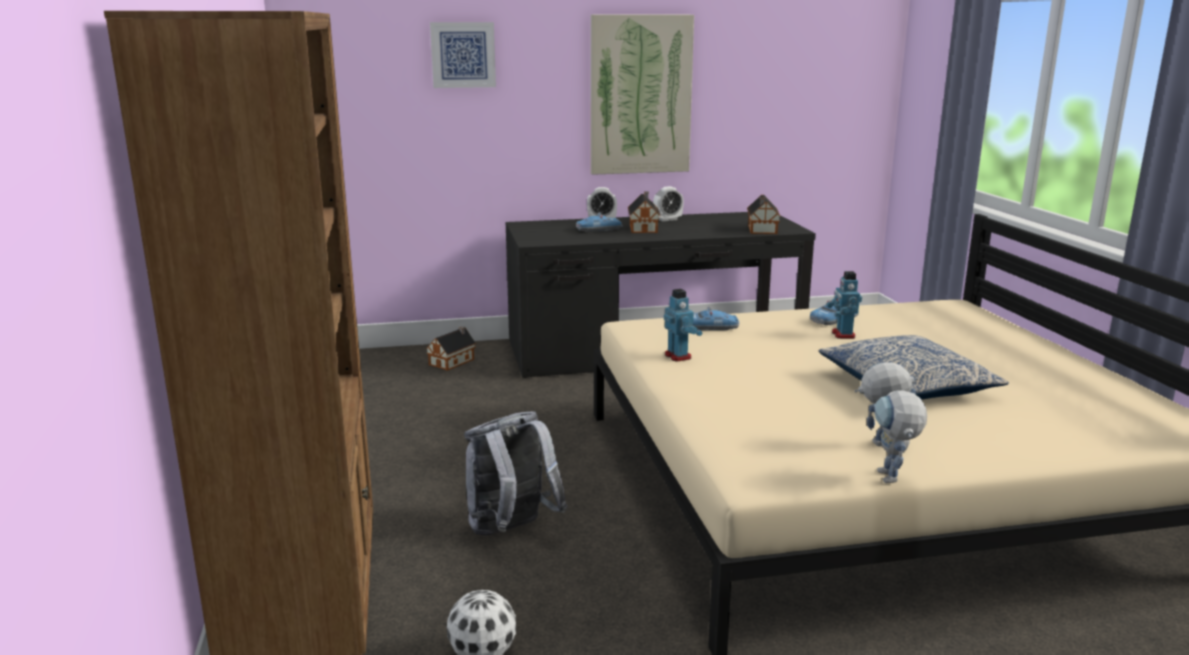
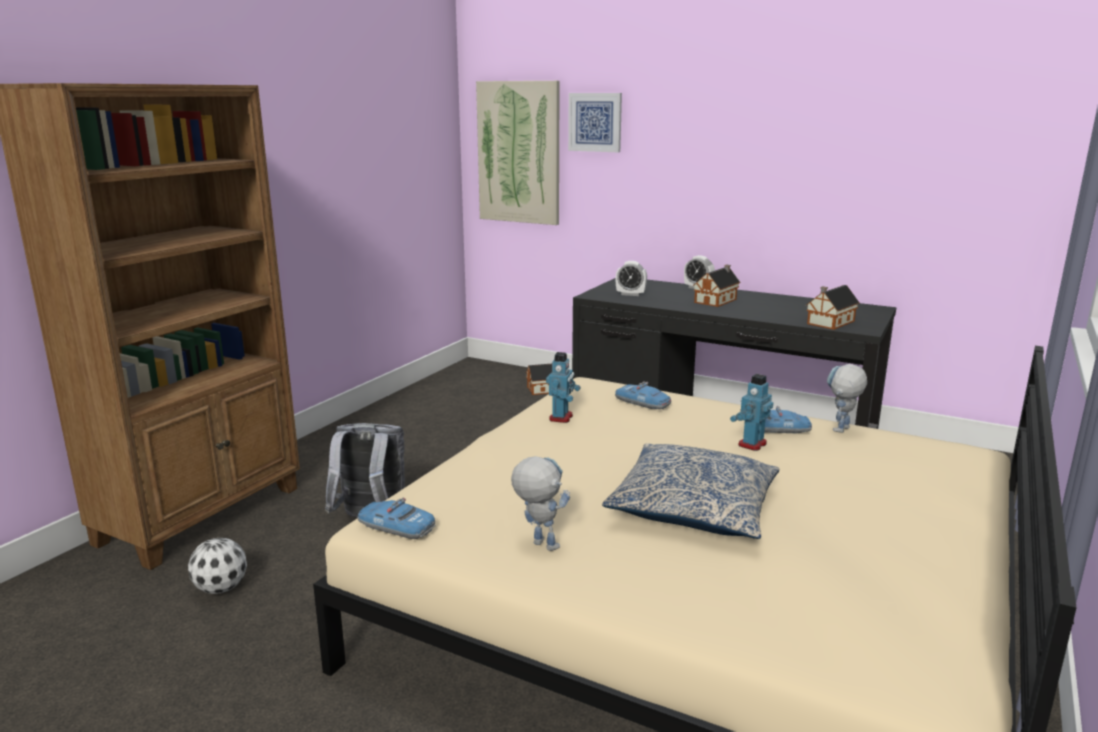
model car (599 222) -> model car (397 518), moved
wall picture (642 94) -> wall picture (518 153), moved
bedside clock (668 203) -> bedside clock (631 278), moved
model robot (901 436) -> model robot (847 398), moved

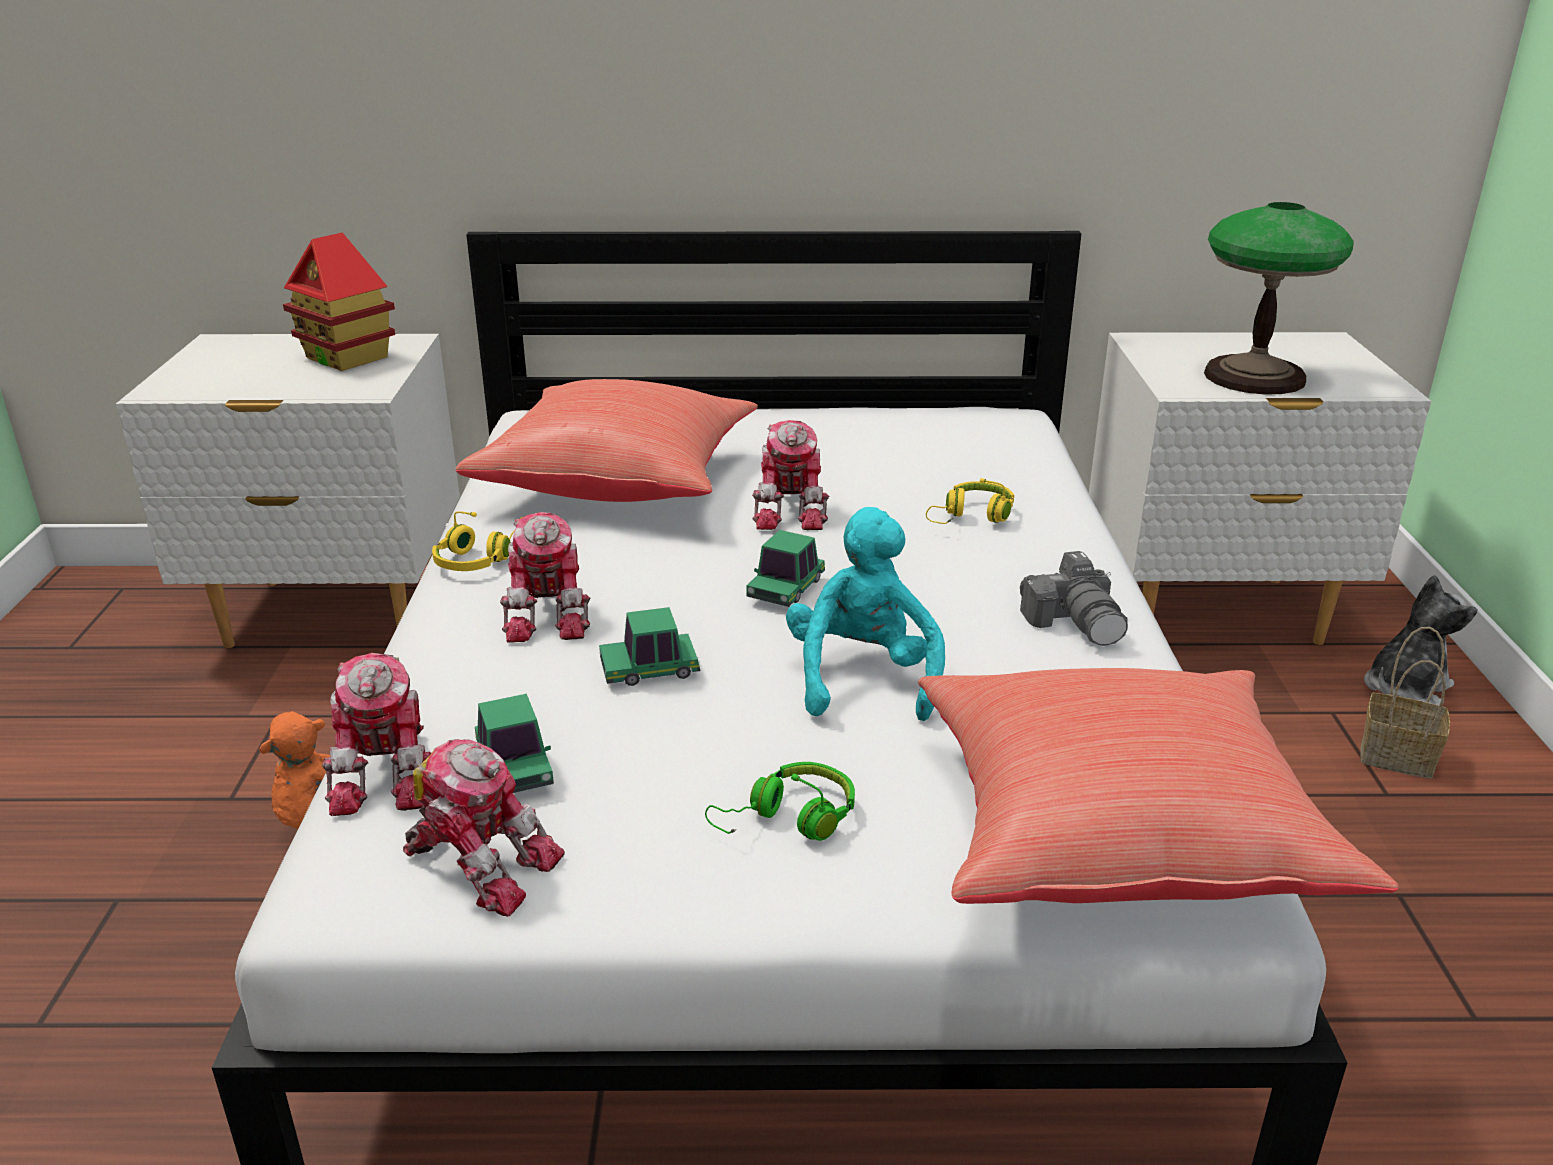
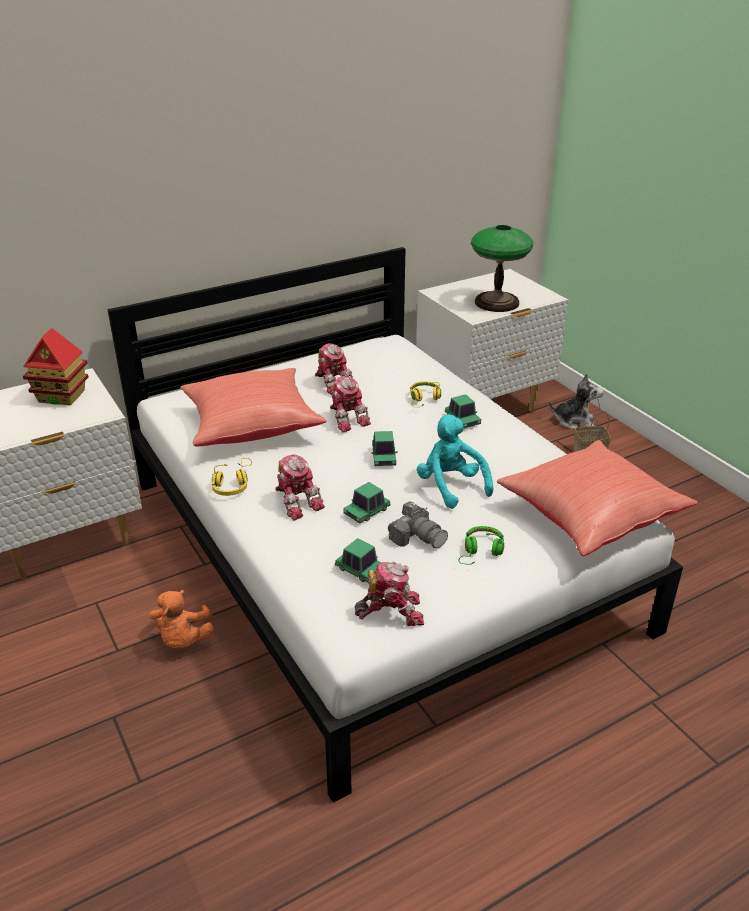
model robot (376 734) -> model robot (334 368), moved
photo camera (1074 598) -> photo camera (418 524), moved
soft toy (1421 640) -> soft toy (576 402), 75 degrees clockwise
none -> model car (463 411)

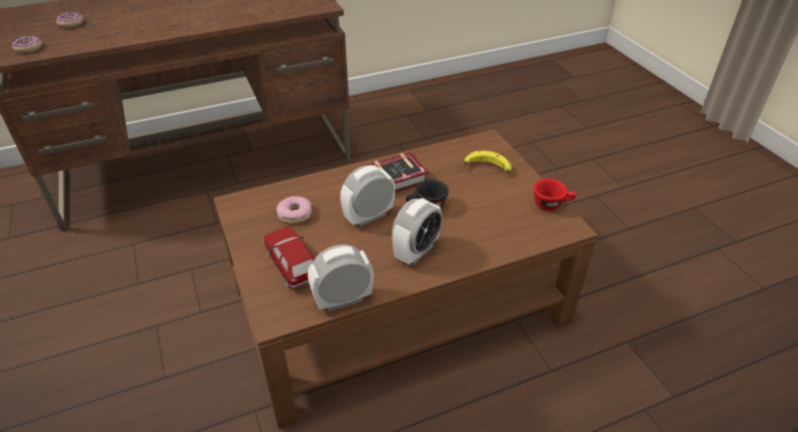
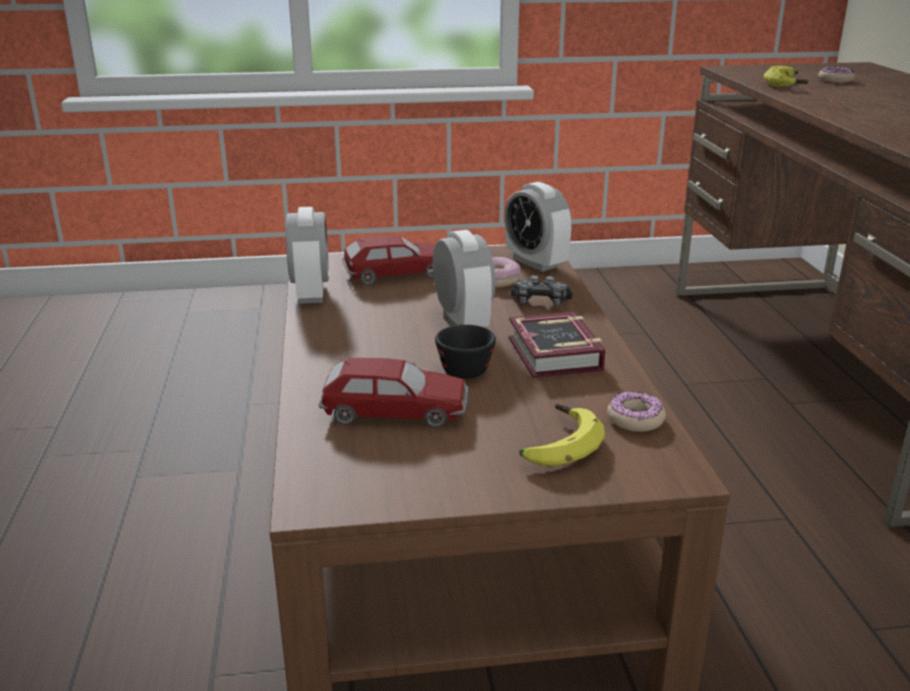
donut (27 44) -> donut (636 411), moved
bedside clock (417 231) -> bedside clock (538 227), moved
small cup in red-coloured (554 195) -> none
none -> model car (393 393)
none -> gamepad (542 290)
none -> banana (786 76)

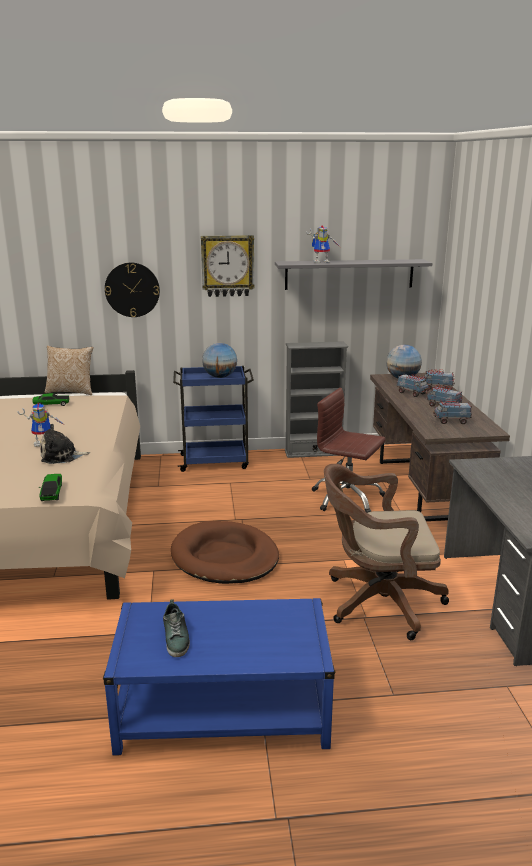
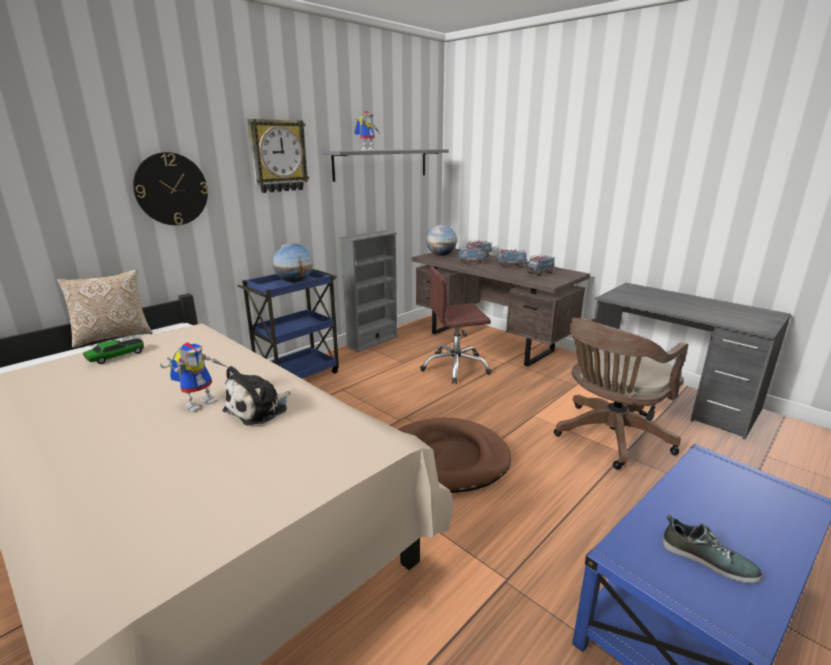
model car (50 487) -> none

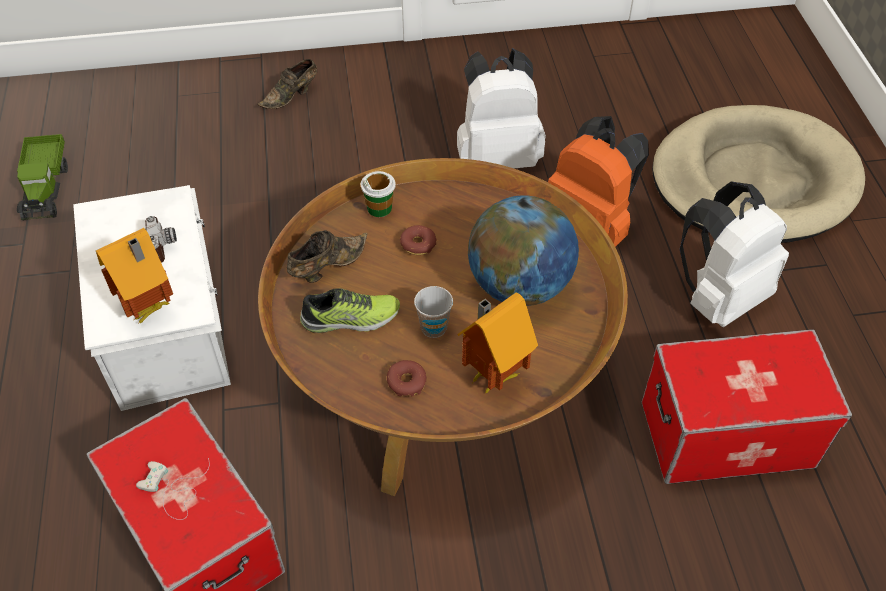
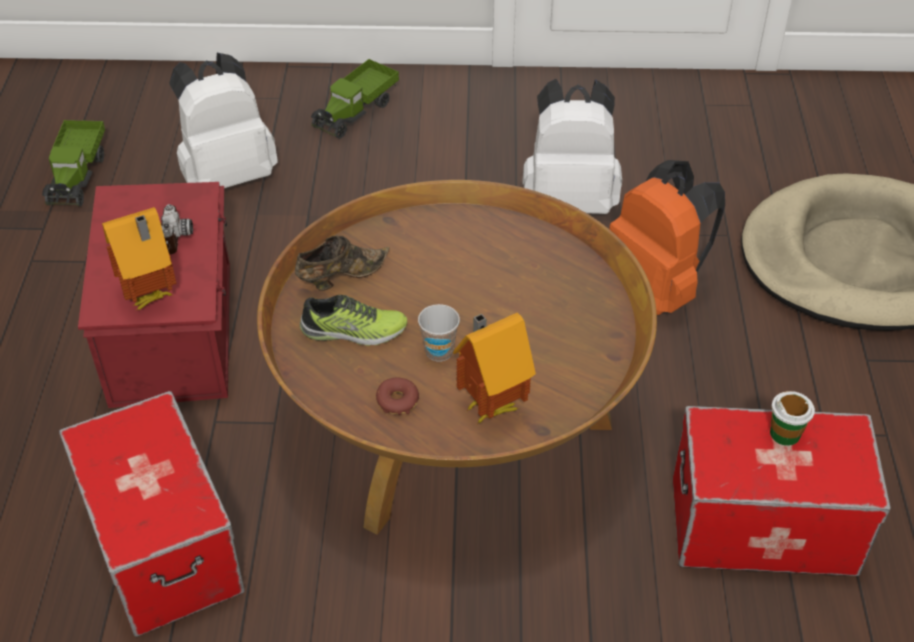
storage container in white-coloured (152 298) -> storage container in red-coloured (154 295)
gamepad in white-coloured (173 489) -> none
shoe in brownish (287 84) -> toy truck (355 99)
small cup (378 194) -> small cup (792 418), moved
donut (418 240) -> none
globe (523 250) -> none
rucksack in white-coloured (734 254) -> rucksack in white-coloured (223 120), moved

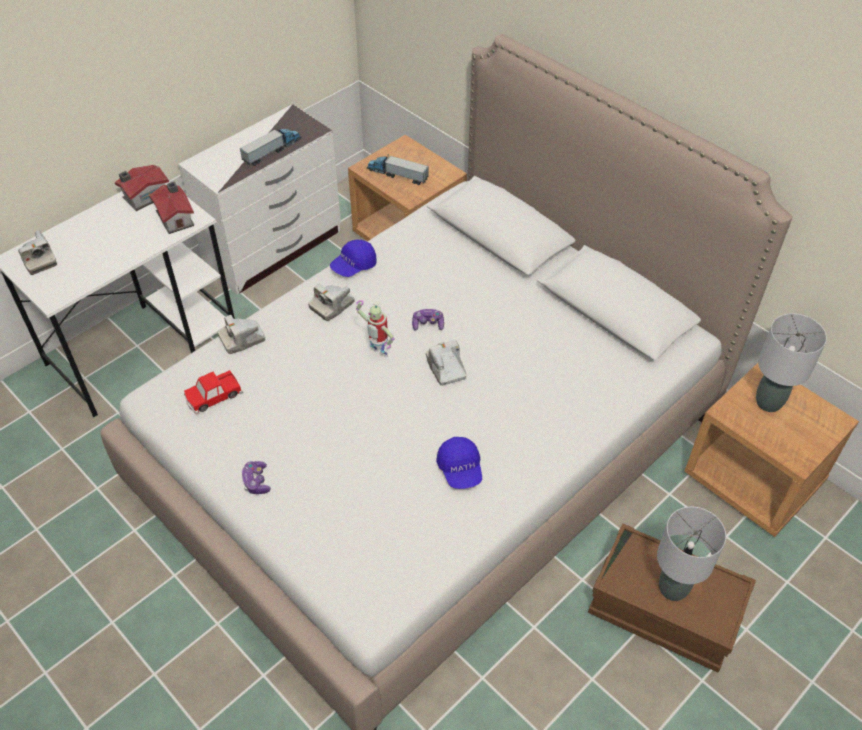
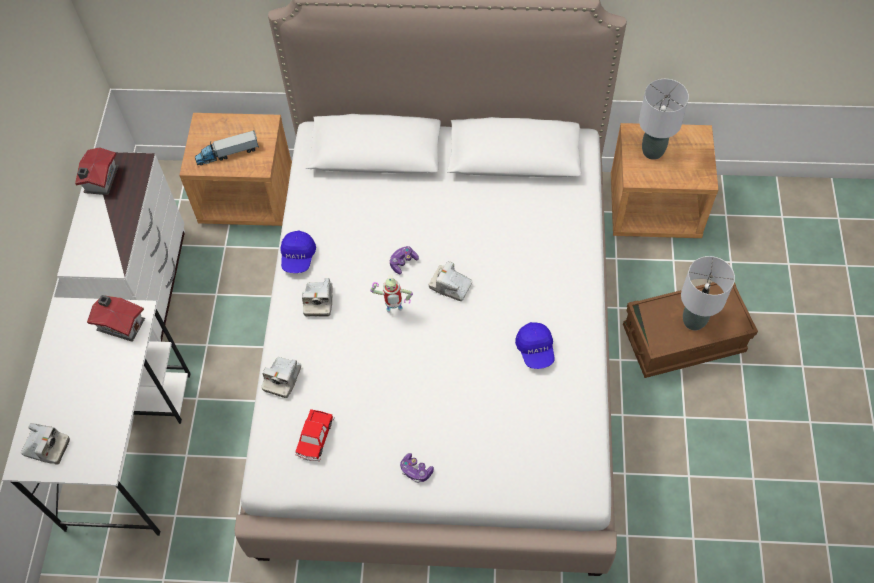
miniature house (142 188) -> miniature house (96 171), moved
toy truck (270 146) -> none
baseball cap in blue-coloured (459 463) -> baseball cap in blue-coloured (534 345), 45 degrees clockwise

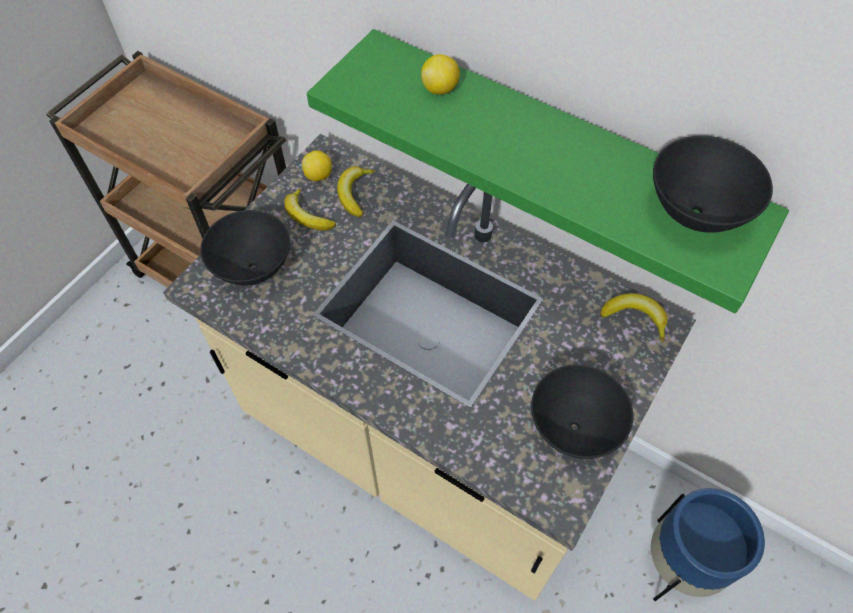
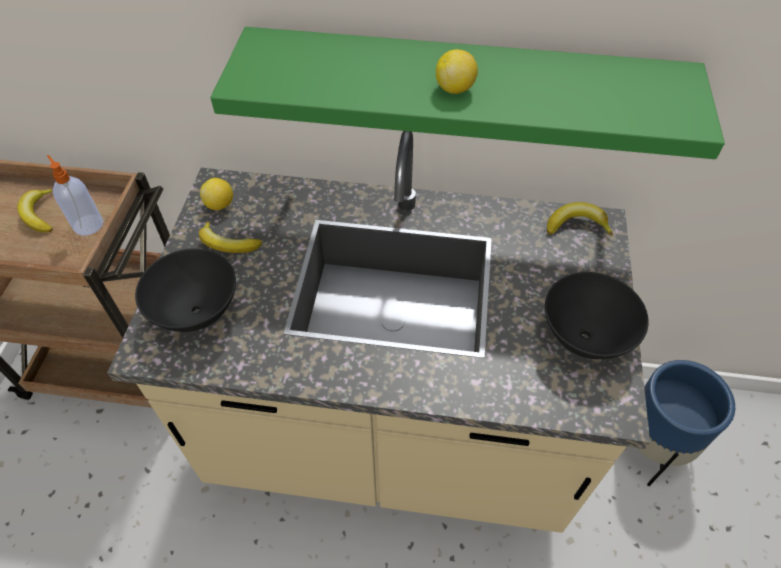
banana (356 191) -> banana (35 210), moved
lemon (440 74) -> lemon (457 71), moved
bowl in black-coloured (713 184) -> none
none -> soap bottle (75 195)

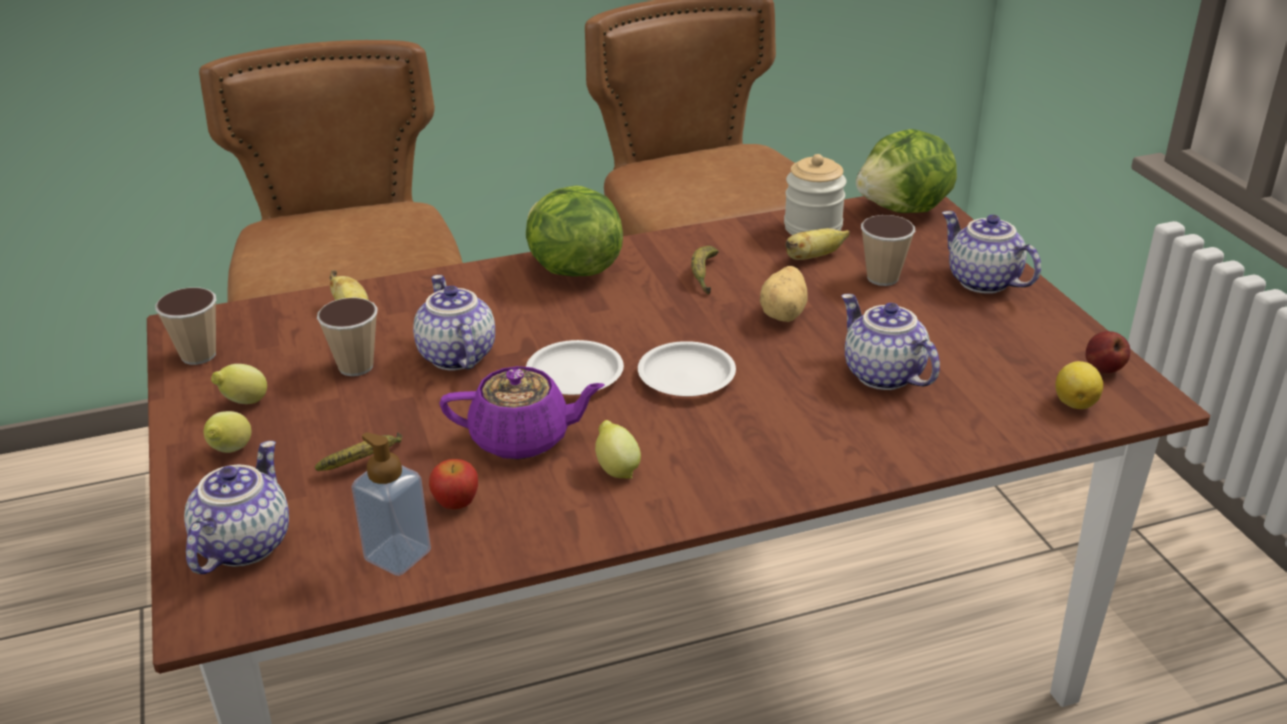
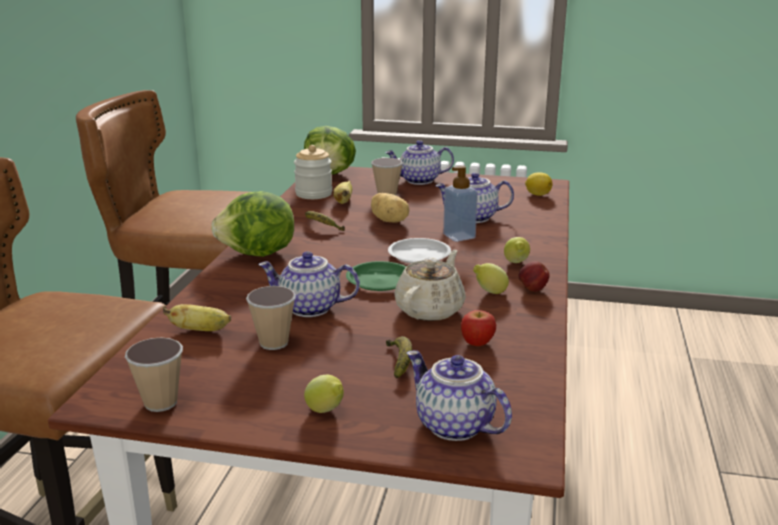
lemon (239 384) -> lemon (517 250), moved
soap bottle (391 504) -> soap bottle (460 204), moved
teapot in purple (522 413) -> teapot in sand-coloured (430 285)
dinner plate in white-coloured (575 367) -> dinner plate in green (376 276)
apple fruit (1108 352) -> apple fruit (534 276), moved

